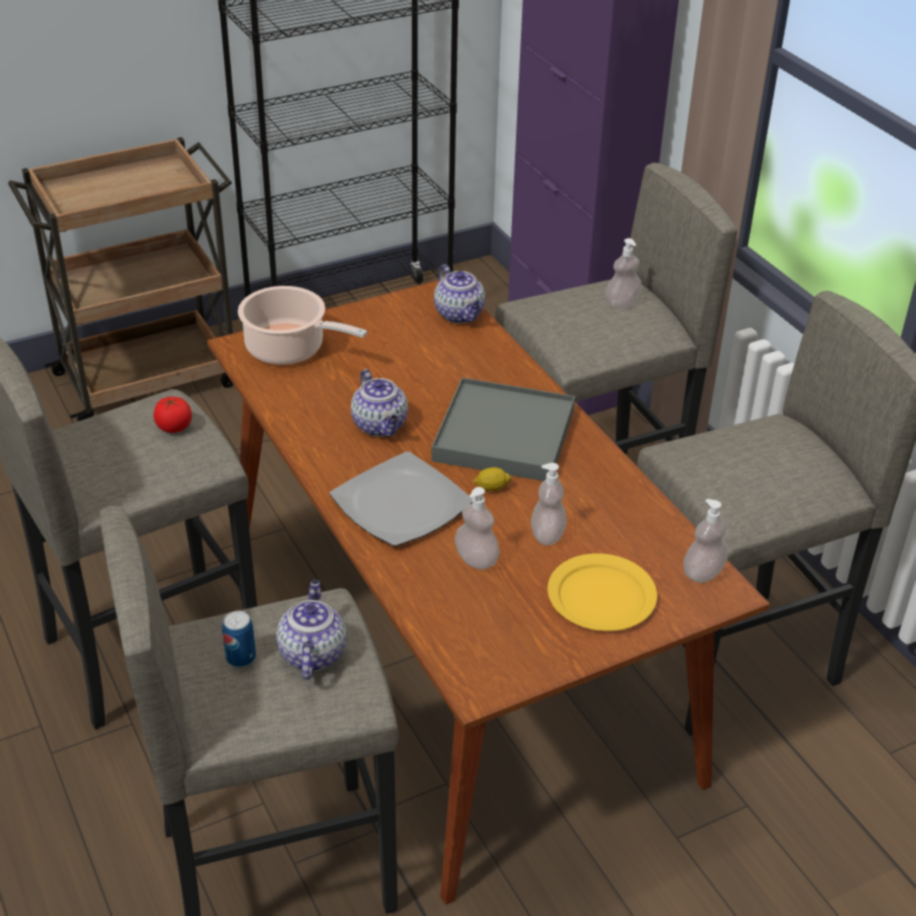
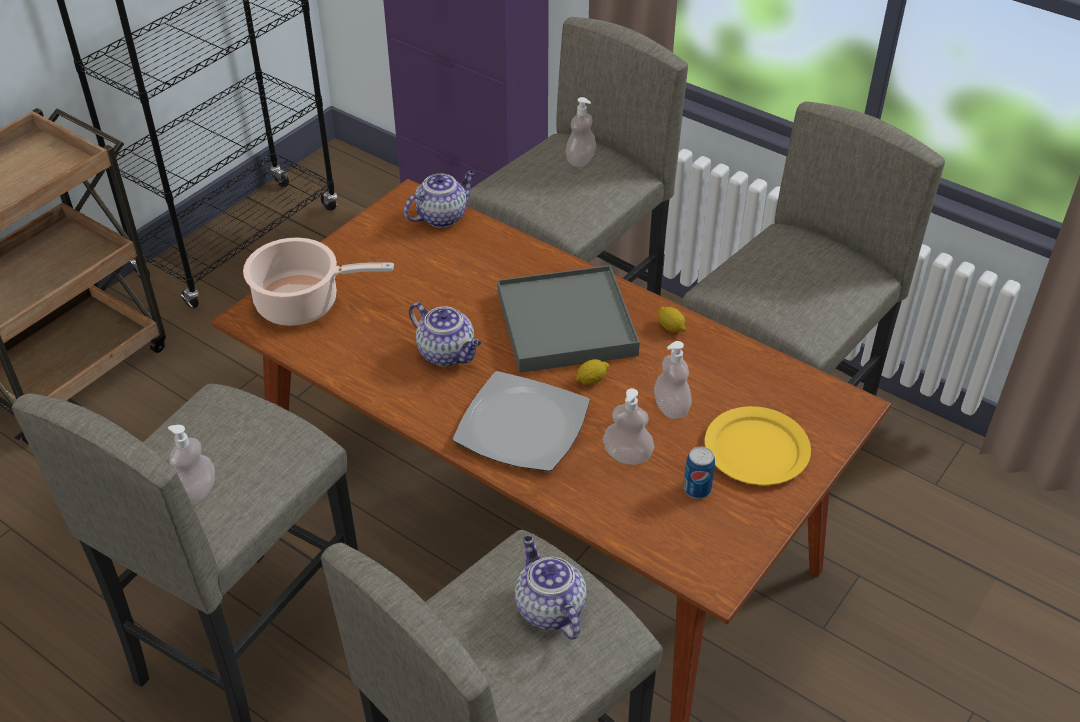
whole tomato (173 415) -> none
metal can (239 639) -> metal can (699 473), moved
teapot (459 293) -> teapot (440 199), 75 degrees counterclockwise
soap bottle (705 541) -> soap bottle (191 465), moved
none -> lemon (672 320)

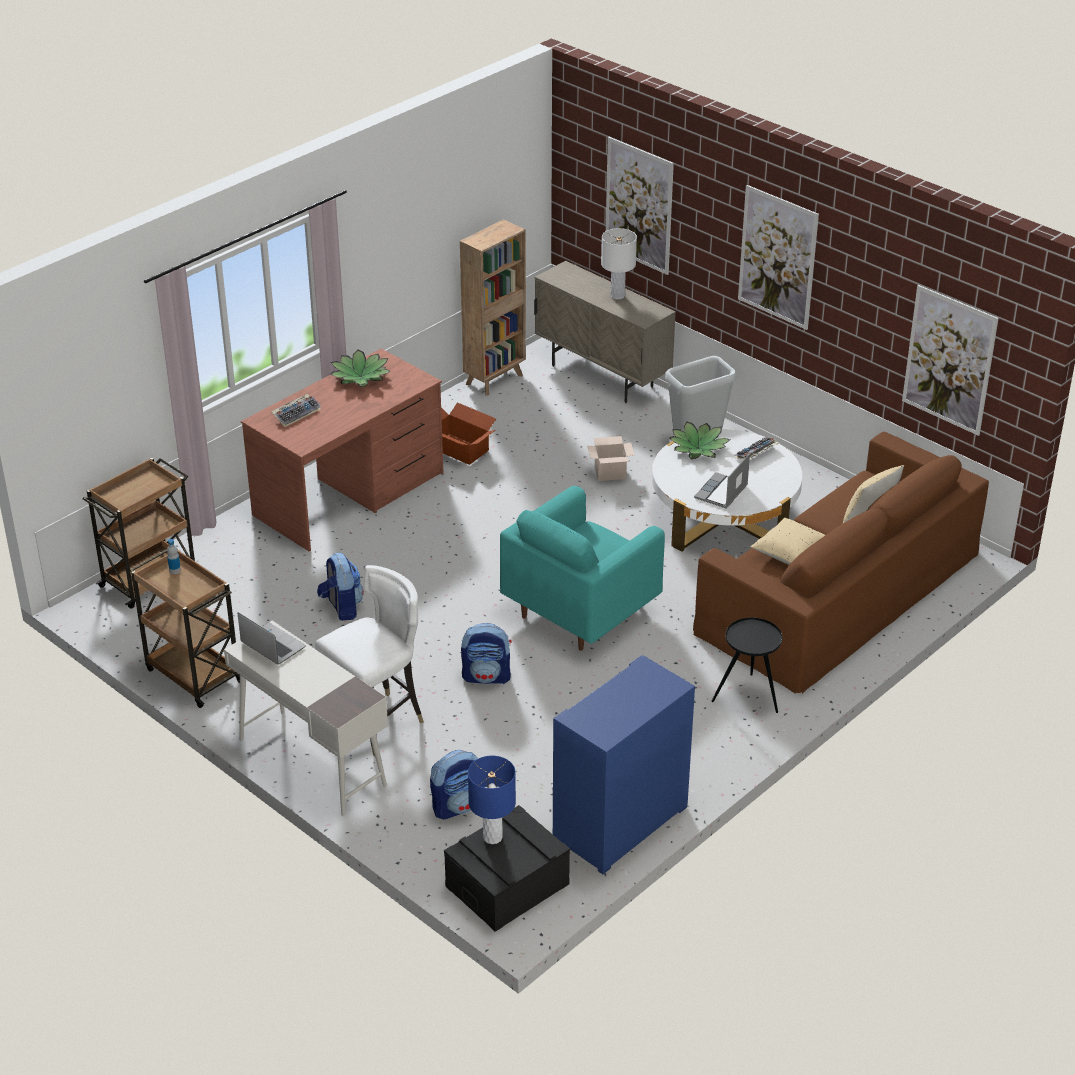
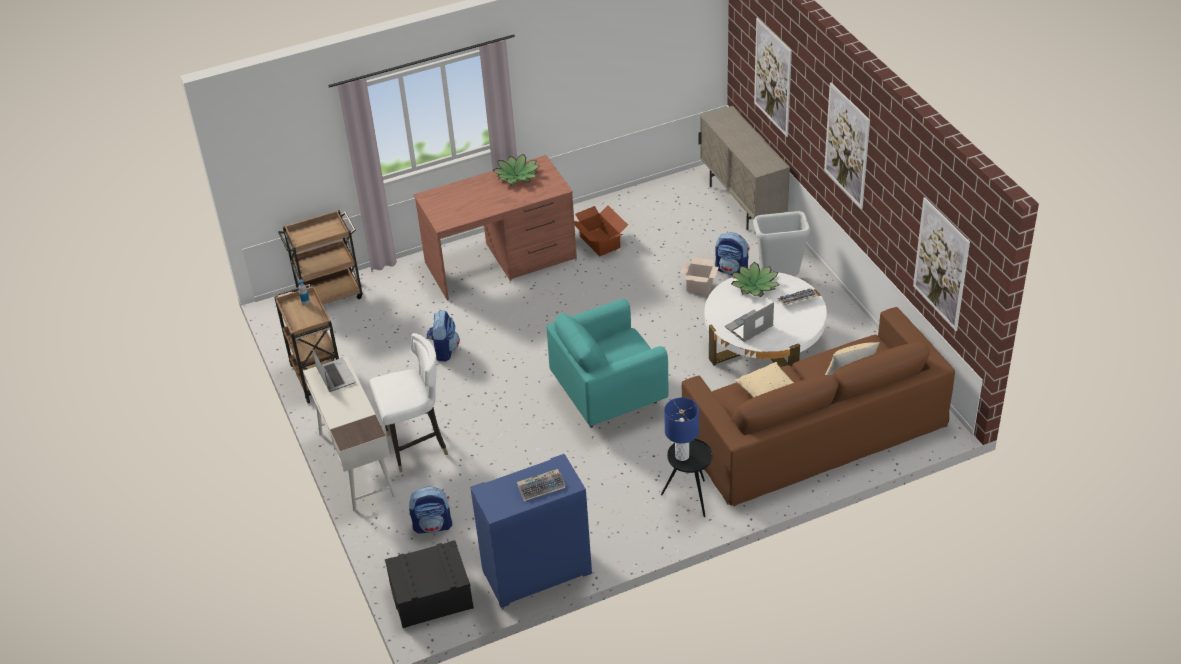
PC keyboard (296 410) -> PC keyboard (541 485), moved
bookshelf in brownish (493 307) -> none
rucksack (486 653) -> rucksack (732 254), moved
table lamp in blue-coloured (492 800) -> table lamp in blue-coloured (681 429), moved
table lamp in white-coloured (619 264) -> none

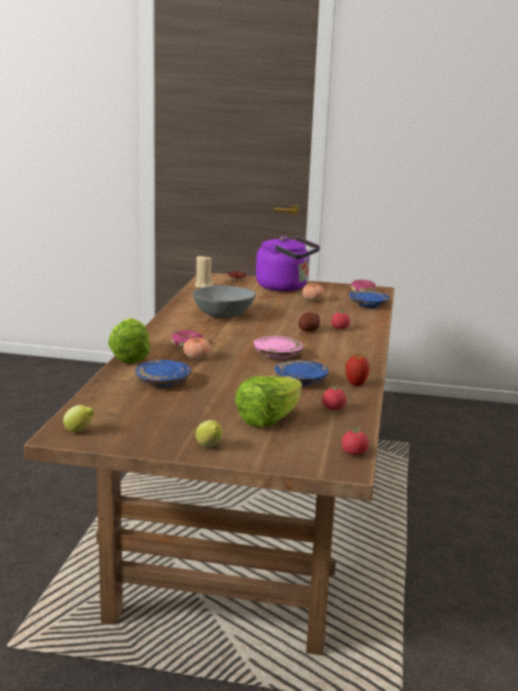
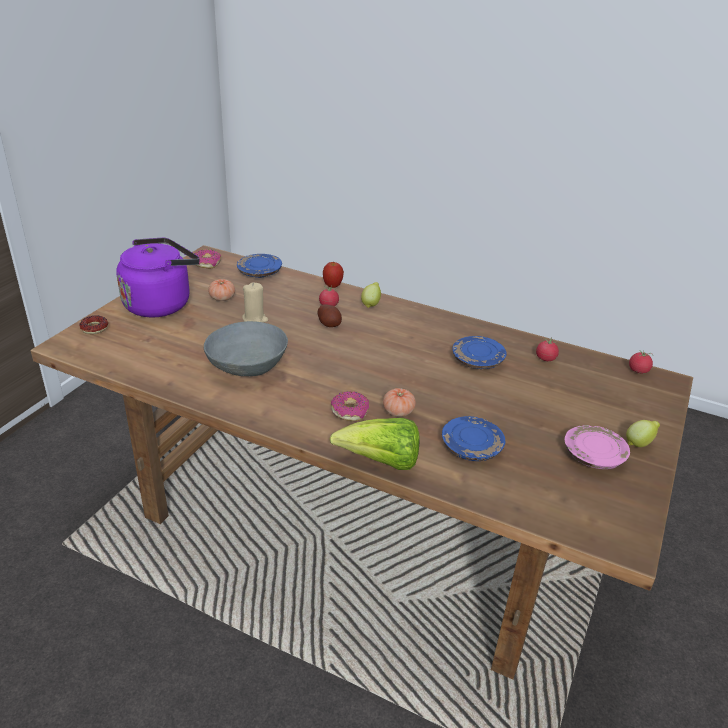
lemon (78 419) -> lemon (371 295), moved
wax light in sand-coloured (204 271) -> wax light in sand-coloured (255 302), moved
head of lettuce (268 401) -> none
dinner plate in pink-coloured (279 347) -> dinner plate in pink-coloured (597 447), moved
apple fruit (358 370) -> apple fruit (333 275), moved

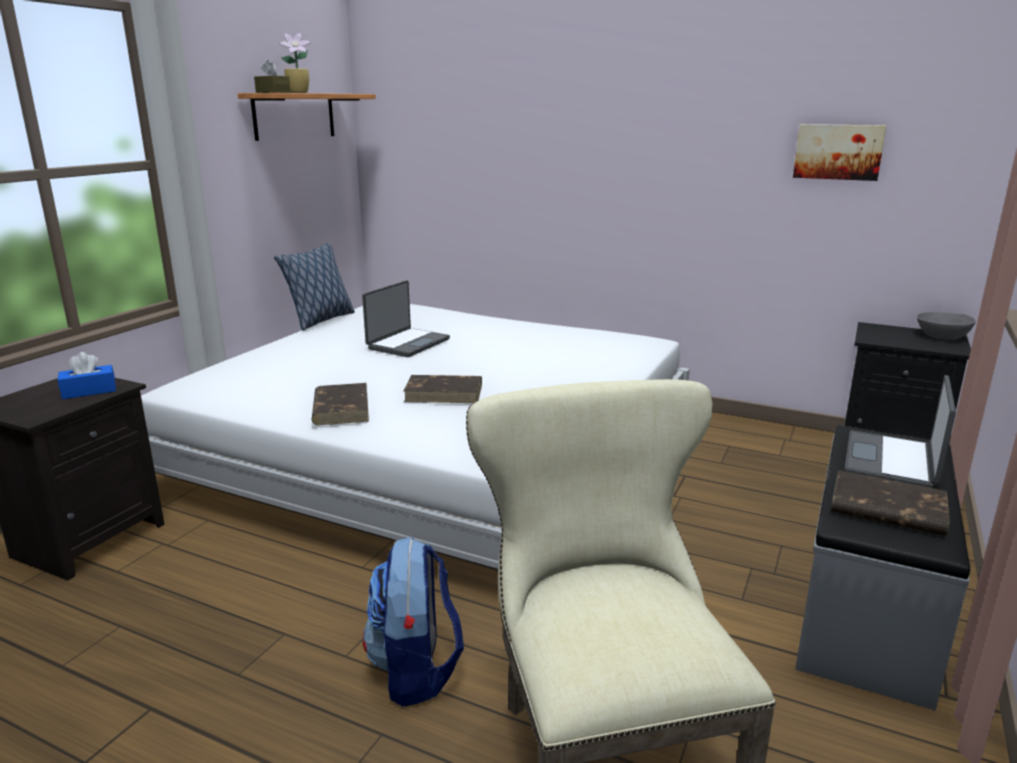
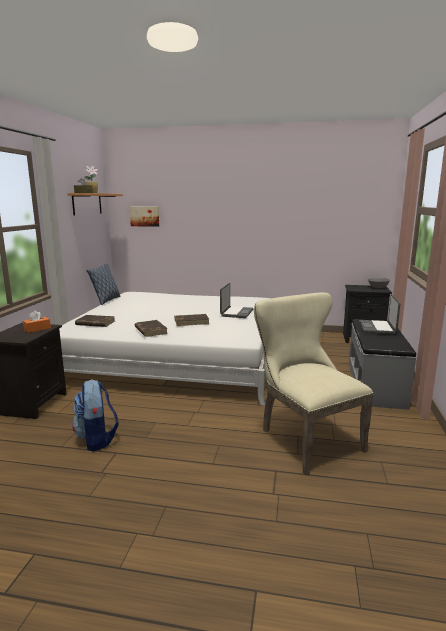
tissue box in blue-coloured (87 375) -> tissue box in orangey (37 321)
laptop (406 319) -> laptop (237 300), moved
rucksack (413 622) -> rucksack (95 415), moved
wall picture (840 152) -> wall picture (144 217), moved
book in brownish (890 503) -> book in brownish (95 321), moved

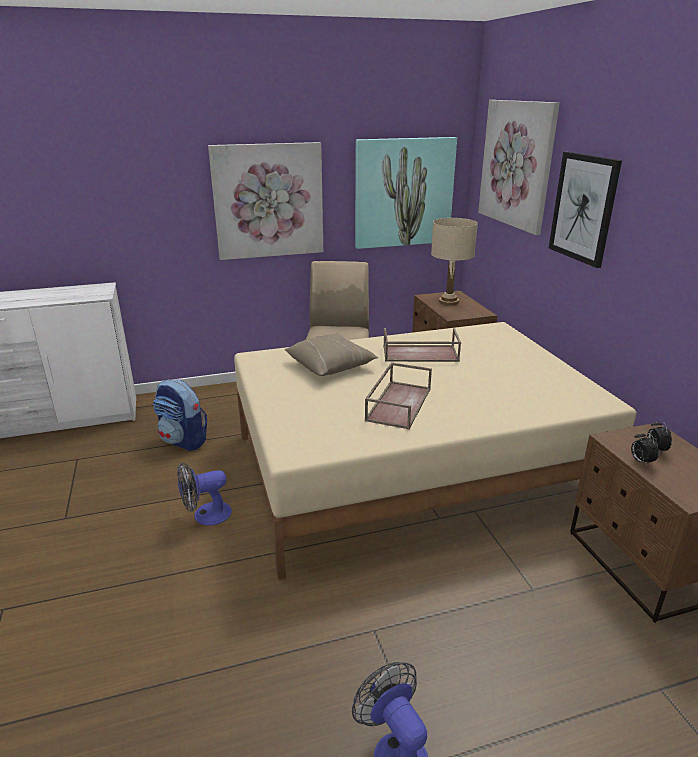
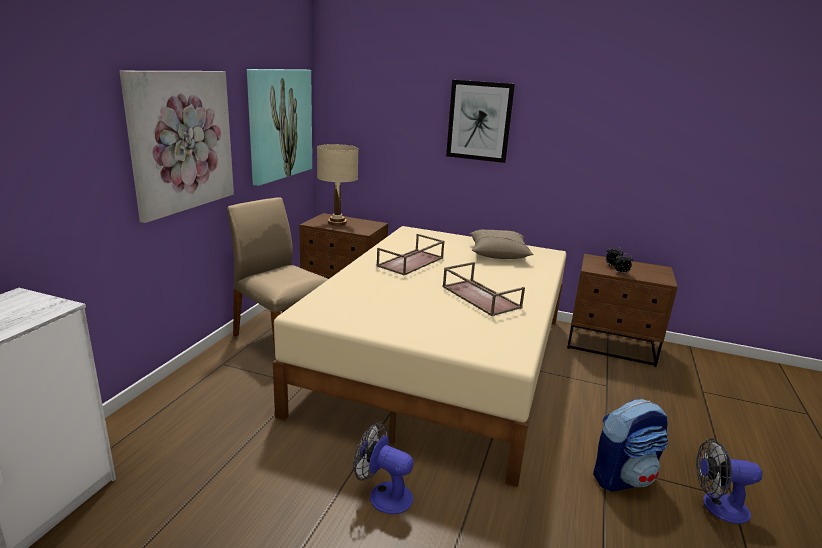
rucksack (180 415) -> rucksack (630 445), moved
cooling fan (204 494) -> cooling fan (383 468), 105 degrees clockwise
throw pillow in sand-coloured (331 354) -> throw pillow in sand-coloured (502 244), moved
wall picture (519 167) -> none

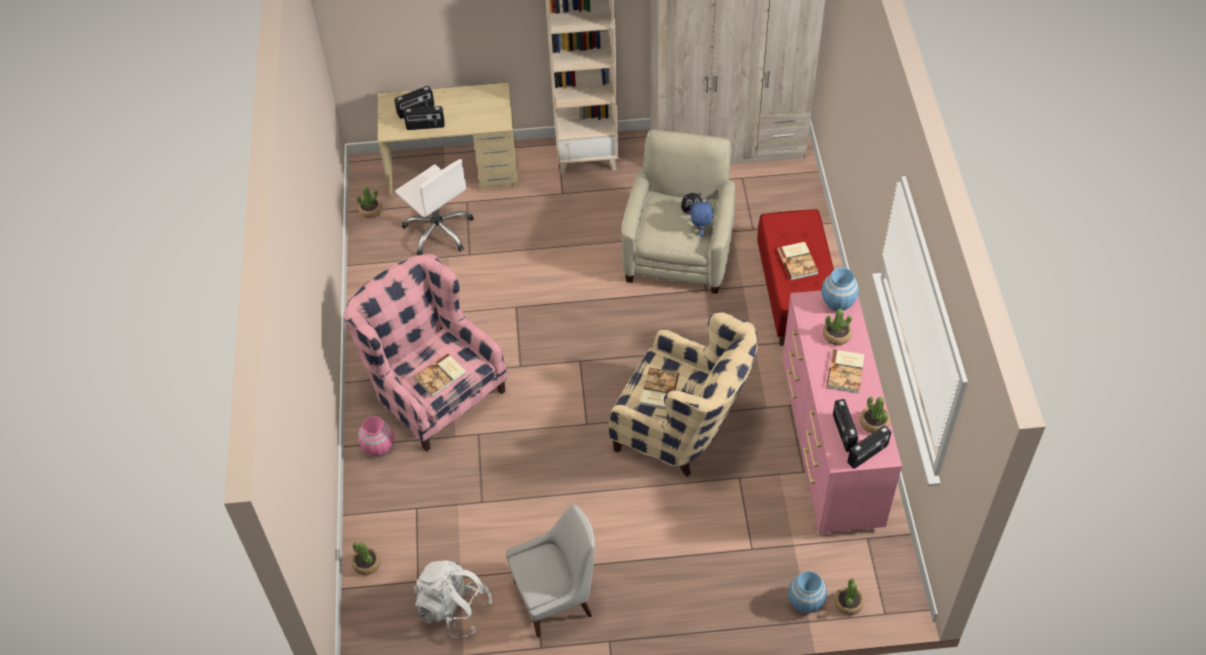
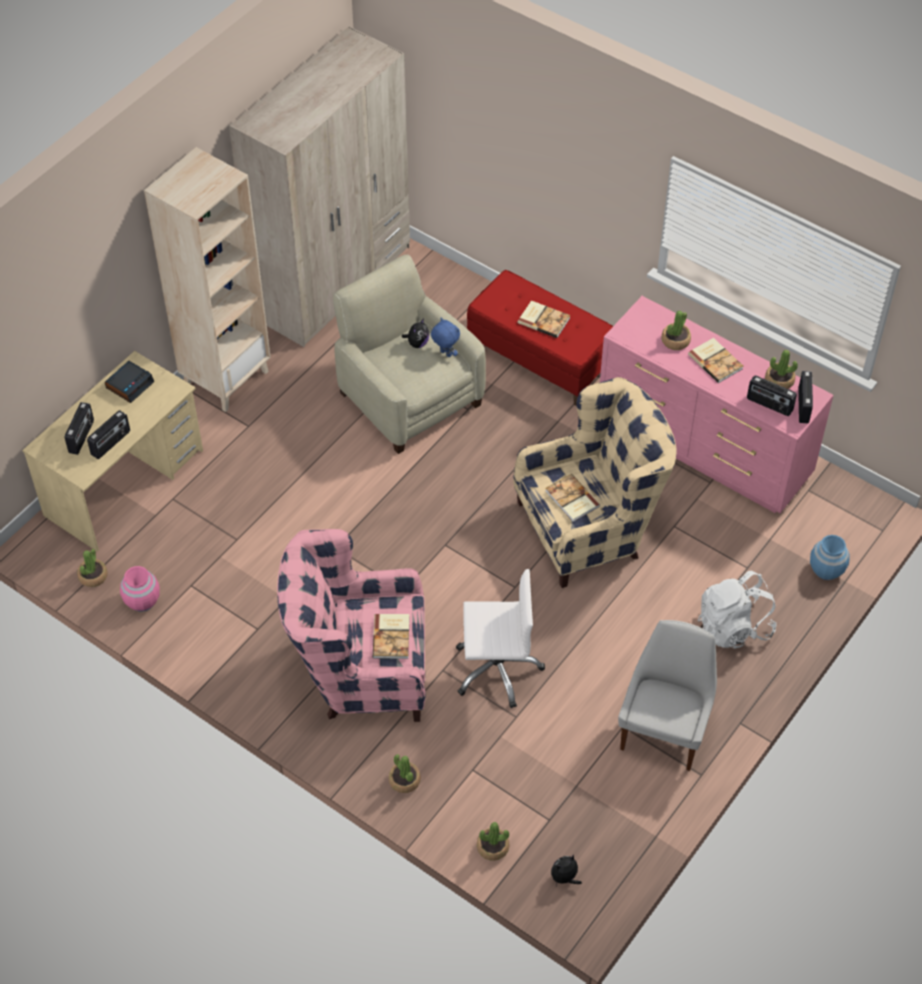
vase in pink-coloured (376 436) -> vase in pink-coloured (140 589), moved
office chair in white-coloured (434 207) -> office chair in white-coloured (500 638), moved
rucksack in white-coloured (453 599) -> rucksack in white-coloured (737 610), moved
vase in blue-coloured (840 289) -> none
houseplant (849 597) -> houseplant (405 773), moved
none -> bedside clock (129 382)
none -> soft toy (566 870)

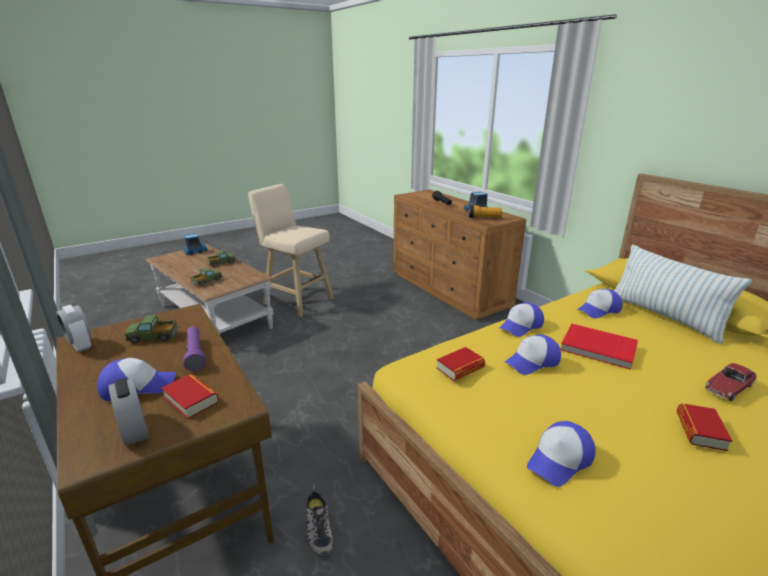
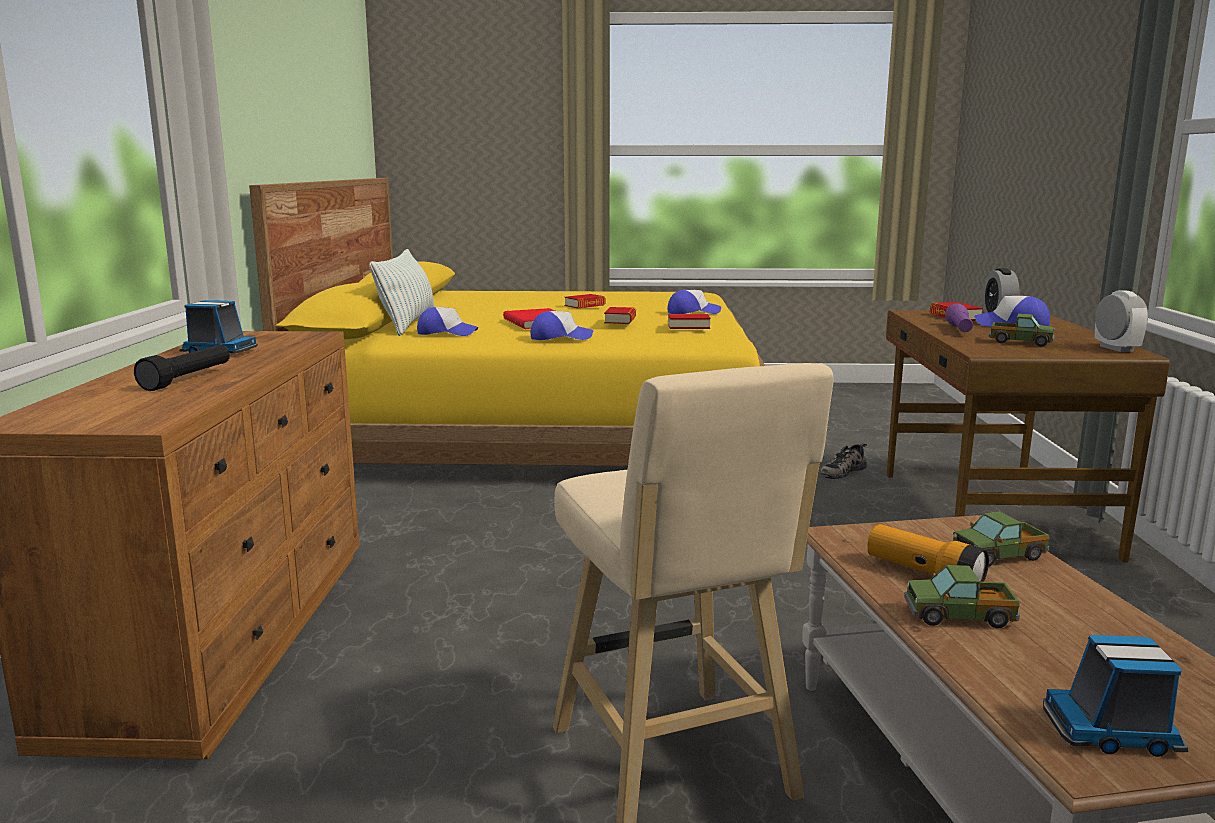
shoe (320 521) -> shoe (844 461), 150 degrees counterclockwise
hand torch (485 211) -> hand torch (928 553), moved
baseball cap (532 354) -> book (620 315)
model car (731 382) -> none

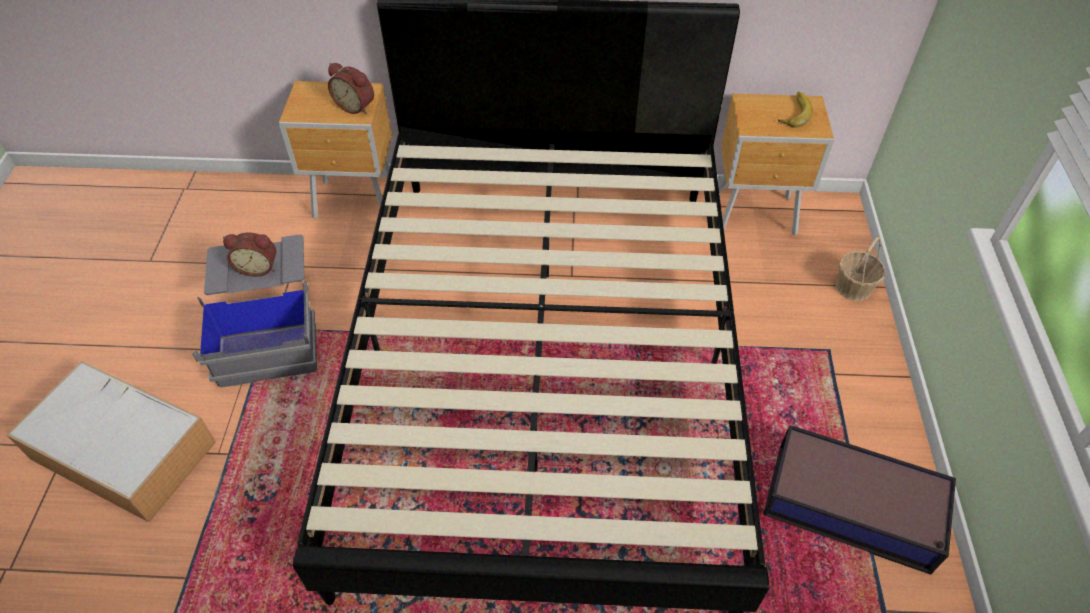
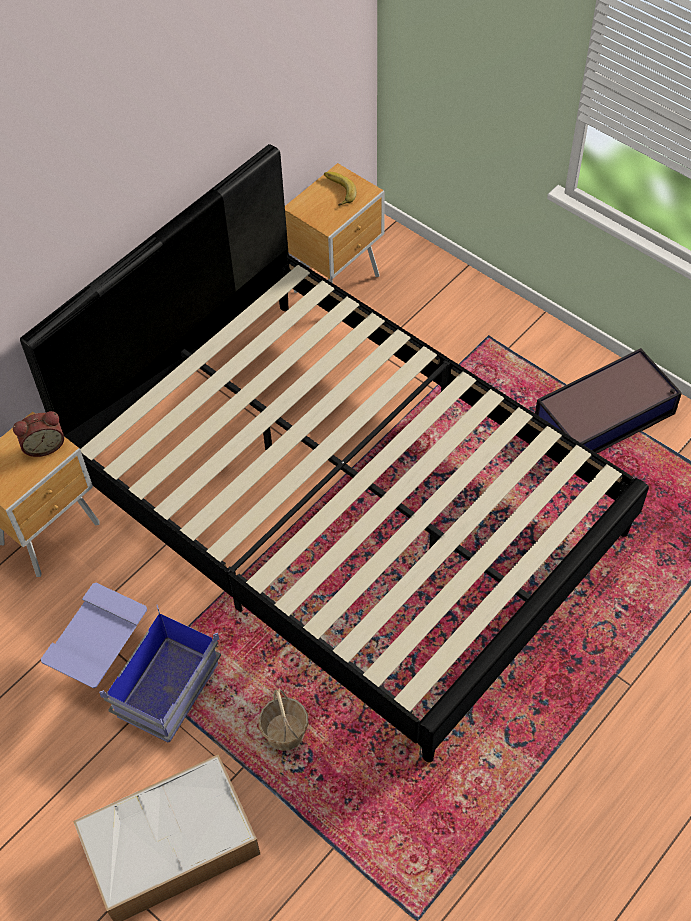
storage container in grey (254 311) -> storage container in blue-coloured (131 662)
bedside clock (249 255) -> none
household basket (860 268) -> household basket (283 720), moved

